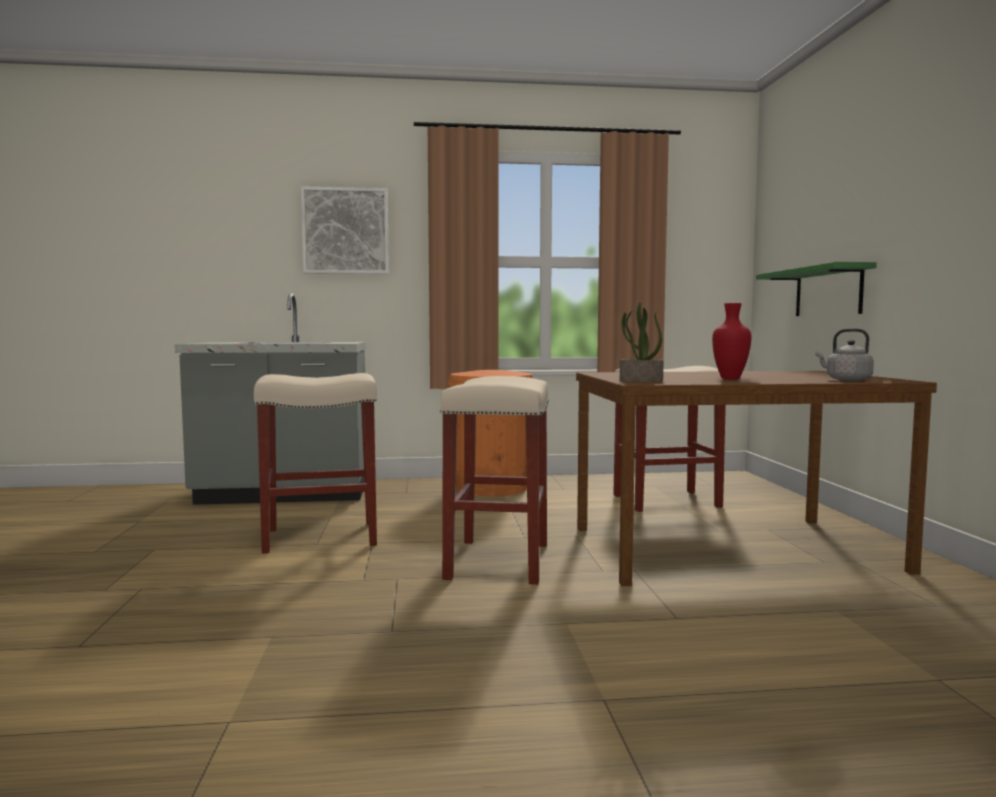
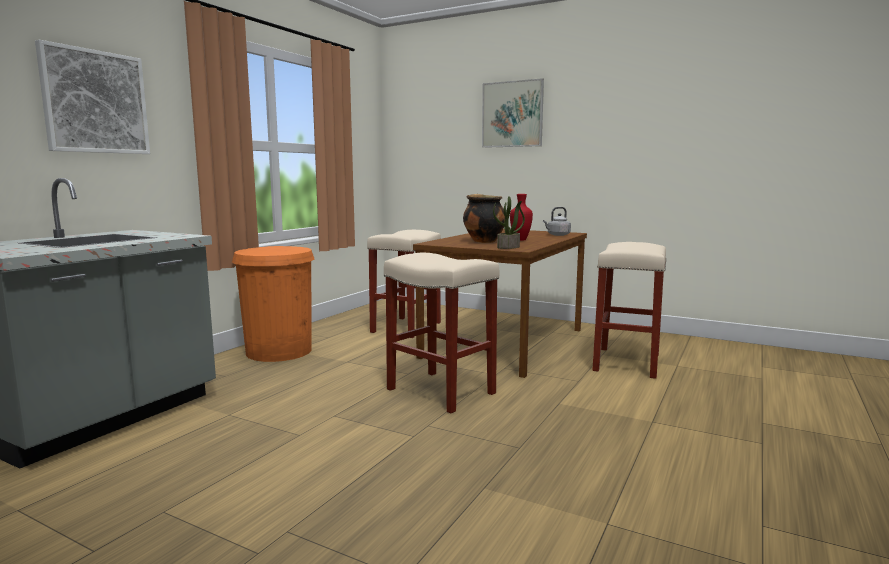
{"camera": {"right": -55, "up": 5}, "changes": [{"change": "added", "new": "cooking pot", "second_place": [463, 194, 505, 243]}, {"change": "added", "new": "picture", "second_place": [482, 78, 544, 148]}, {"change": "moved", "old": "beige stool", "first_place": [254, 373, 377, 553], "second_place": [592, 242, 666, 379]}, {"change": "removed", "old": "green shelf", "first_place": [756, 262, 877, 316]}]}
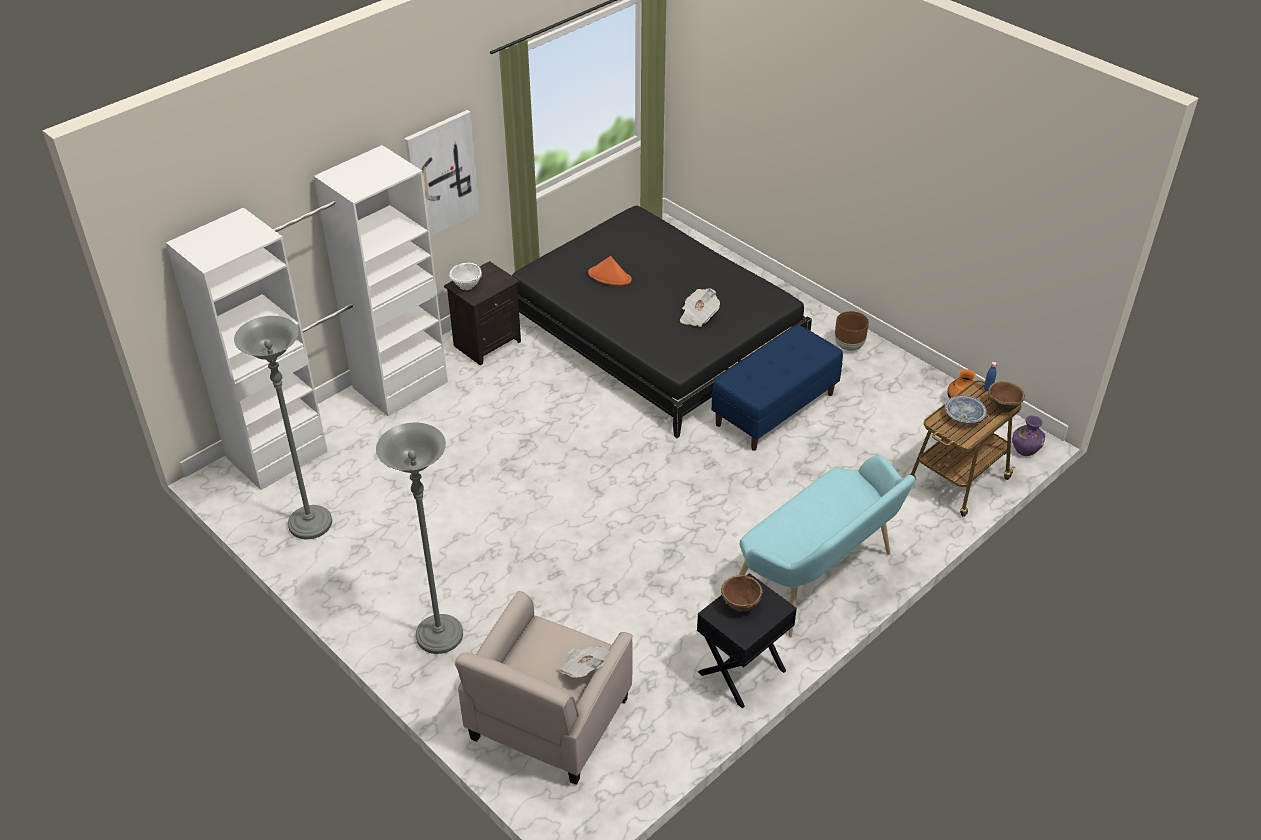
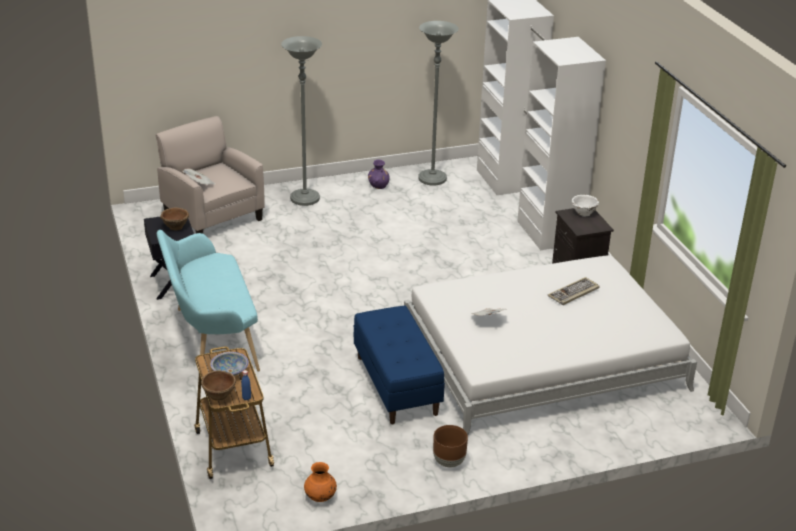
{"camera": {"right": 115, "up": -10}, "changes": [{"change": "moved", "old": "purple vase", "first_place": [1012, 416, 1045, 456], "second_place": [368, 160, 390, 189]}, {"change": "recoloured", "old": "black bed", "new": "white bed", "first_place": [512, 205, 812, 438], "second_place": [404, 255, 697, 435]}, {"change": "replaced", "old": "orange hat", "new": "keyboard", "first_place": [588, 256, 632, 286], "second_place": [548, 277, 600, 305]}, {"change": "removed", "old": "picture", "first_place": [405, 110, 480, 237]}]}
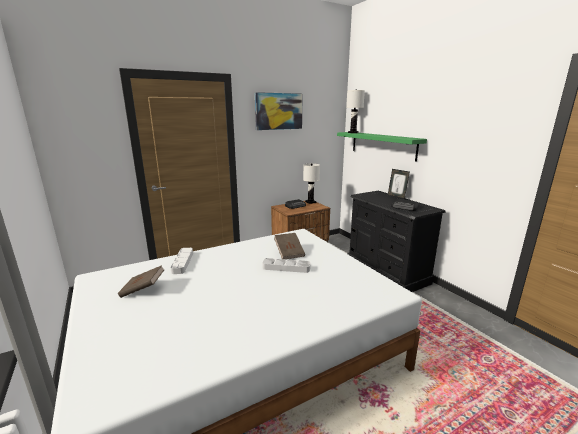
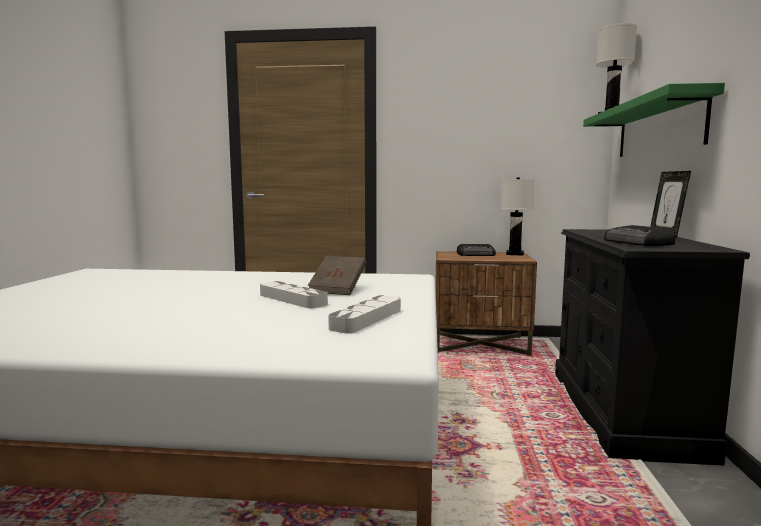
{"camera": {"right": 35, "up": -10}, "changes": [{"change": "moved", "old": "grey tray", "first_place": [170, 248, 193, 274], "second_place": [328, 295, 401, 333]}, {"change": "removed", "old": "brown book", "first_place": [118, 265, 164, 298]}, {"change": "removed", "old": "picture", "first_place": [255, 92, 303, 130]}]}
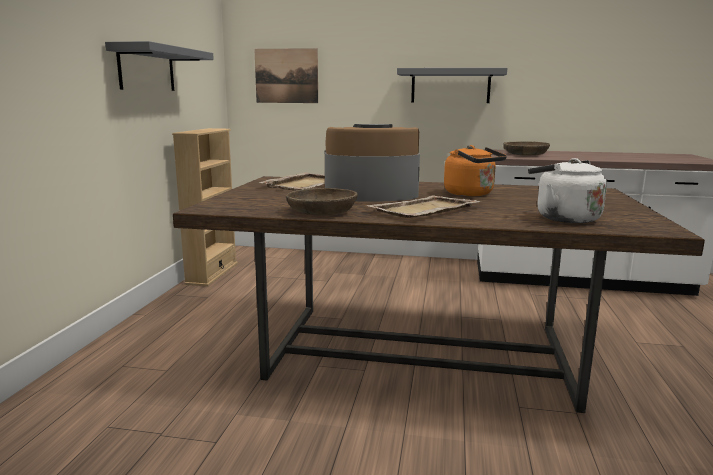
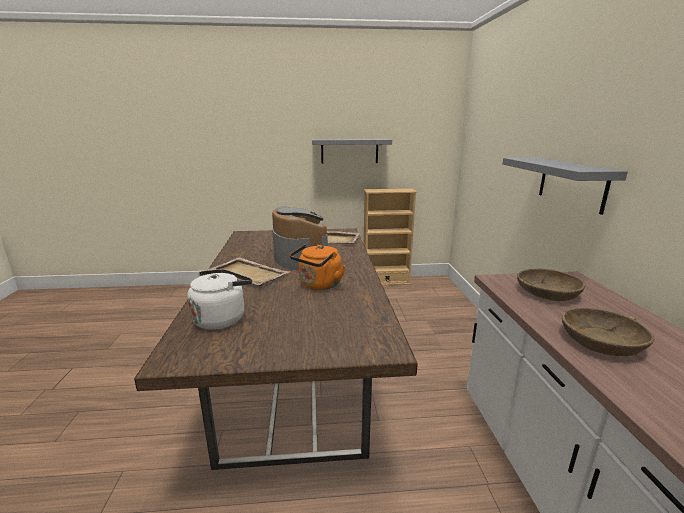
{"camera": {"right": 75, "up": 5}, "changes": [{"change": "moved", "old": "brown bowl", "first_place": [286, 188, 358, 215], "second_place": [562, 308, 655, 356]}, {"change": "removed", "old": "picture", "first_place": [254, 48, 318, 103]}]}
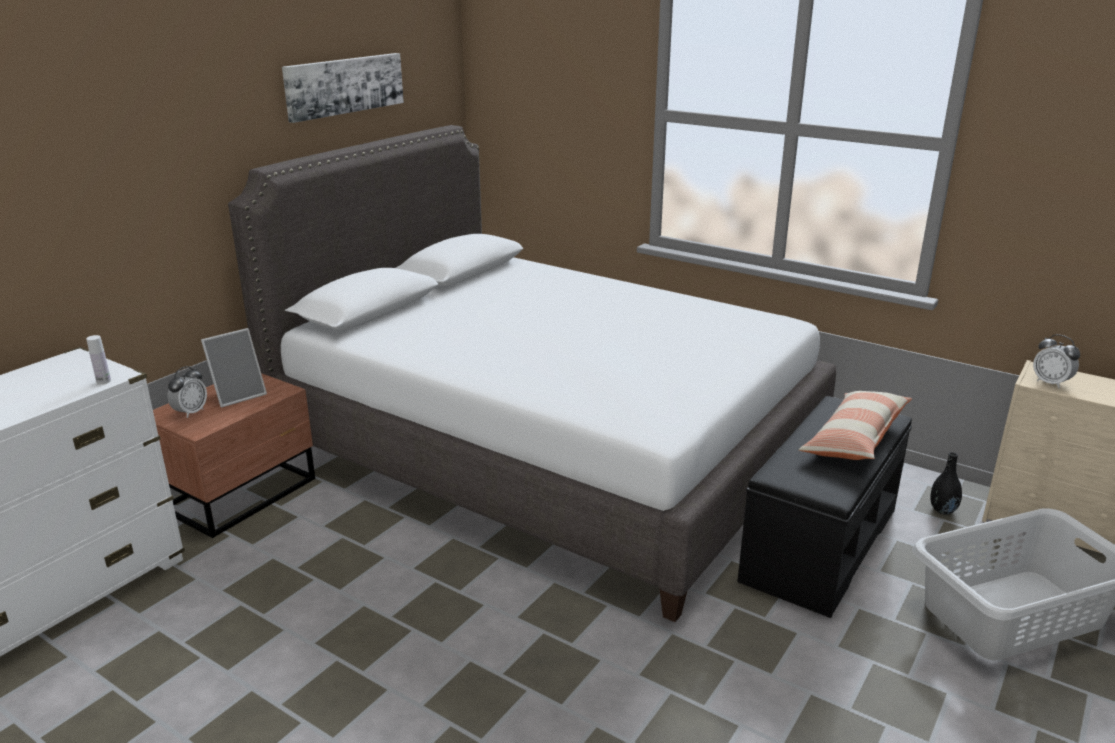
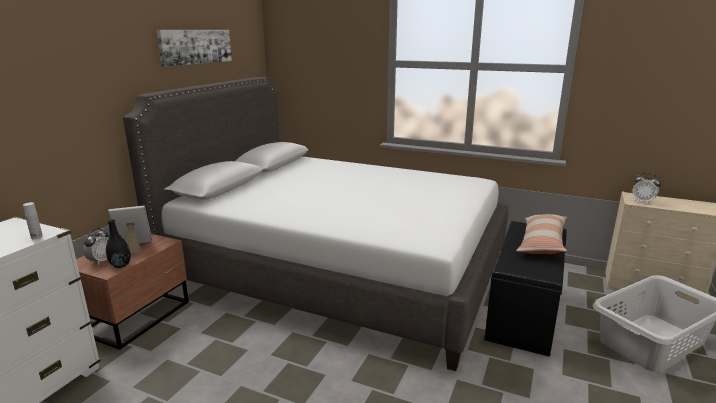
{"camera": {"right": -10, "up": -5}, "changes": [{"change": "moved", "old": "black vase", "first_place": [930, 452, 962, 515], "second_place": [106, 219, 131, 268]}, {"change": "turned", "old": "picture frame", "first_place": [201, 328, 267, 407], "second_place": [108, 206, 153, 254], "degrees": -150}]}
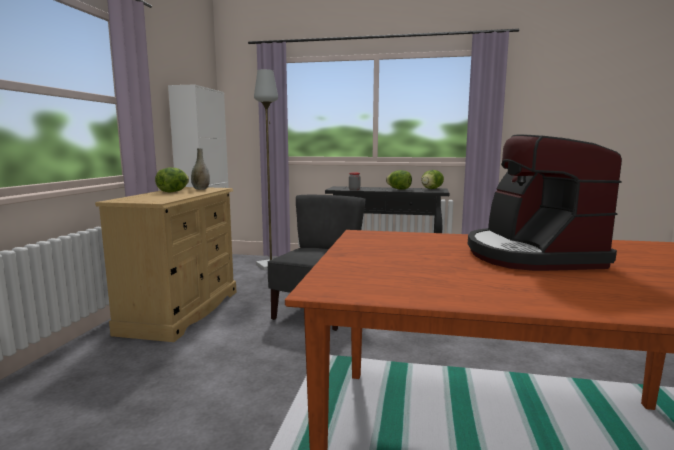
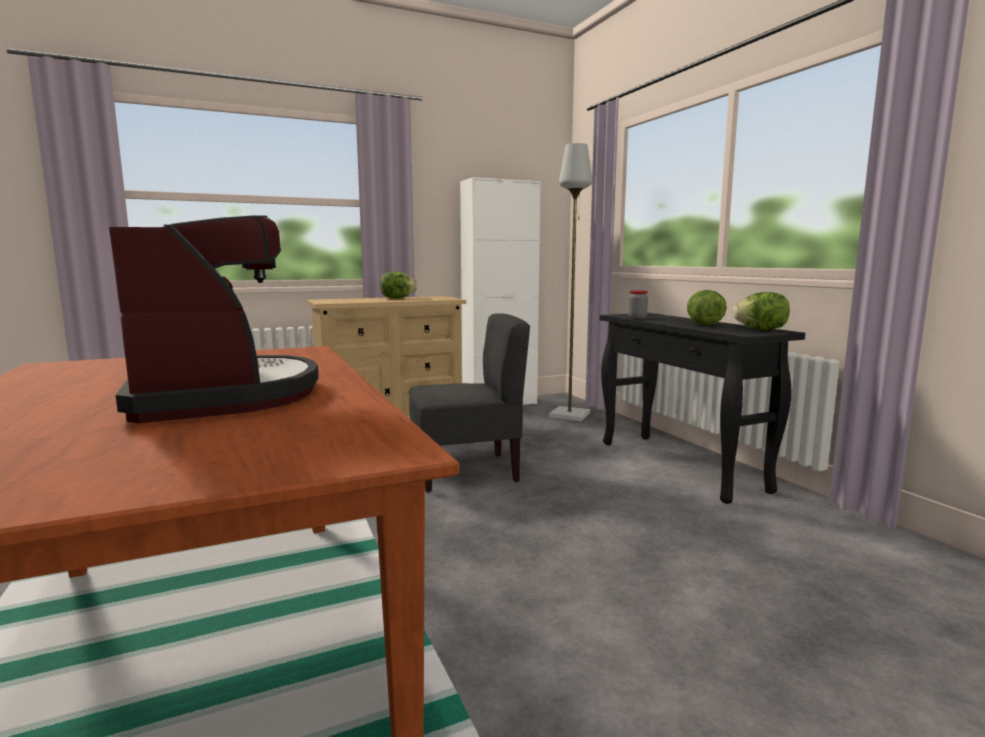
{"camera": {"right": 55, "up": 0}, "changes": [{"change": "turned", "old": "coffee machine", "first_place": [468, 134, 622, 271], "second_place": [109, 215, 319, 423], "degrees": 105}, {"change": "removed", "old": "grey vase", "first_place": [191, 148, 210, 190]}]}
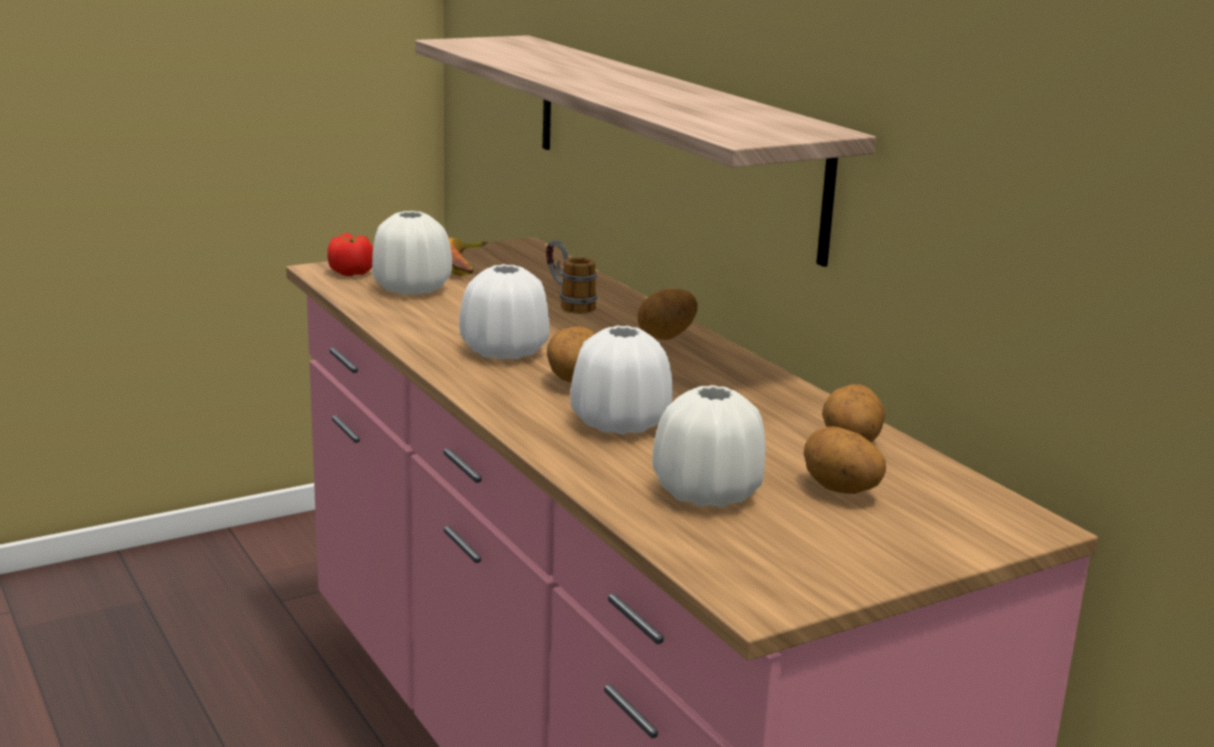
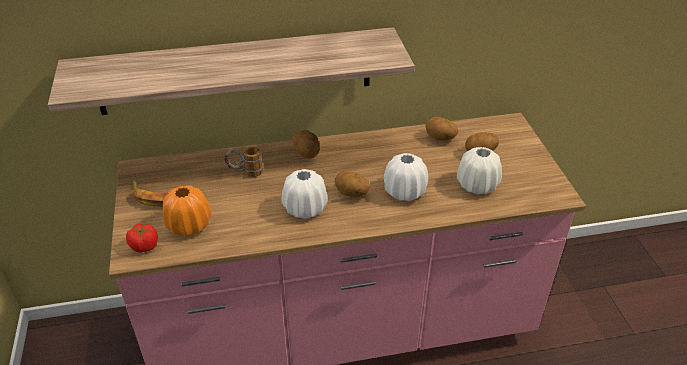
{"camera": {"right": -70, "up": 20}, "changes": [{"change": "recoloured", "old": "white vase", "new": "orange vase", "first_place": [372, 211, 452, 295], "second_place": [163, 185, 211, 236]}]}
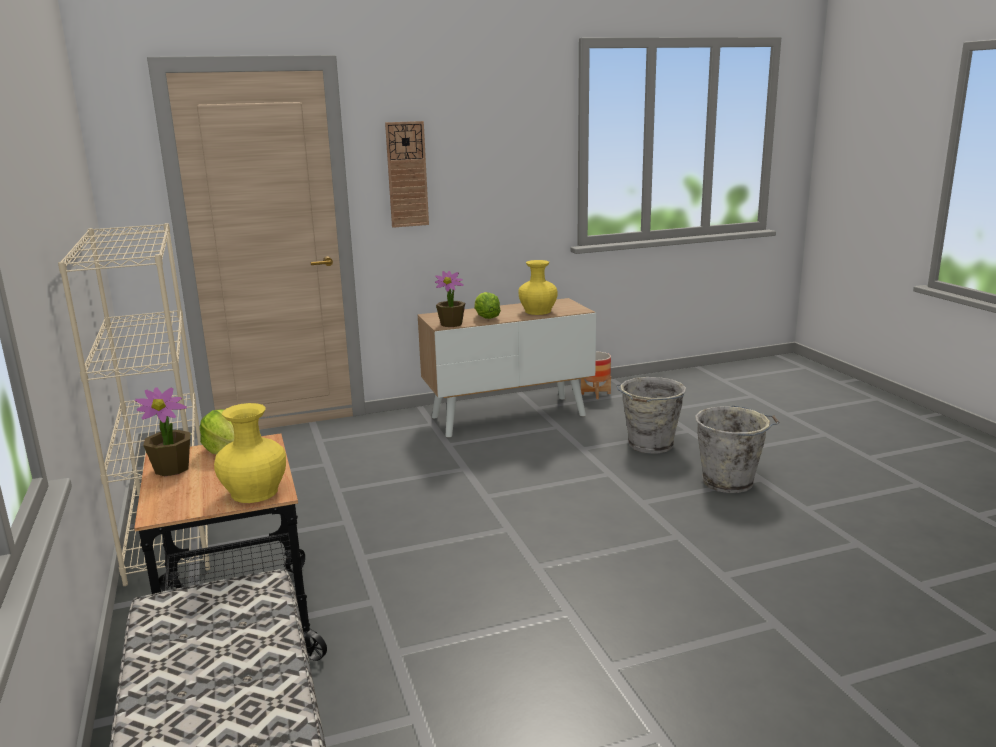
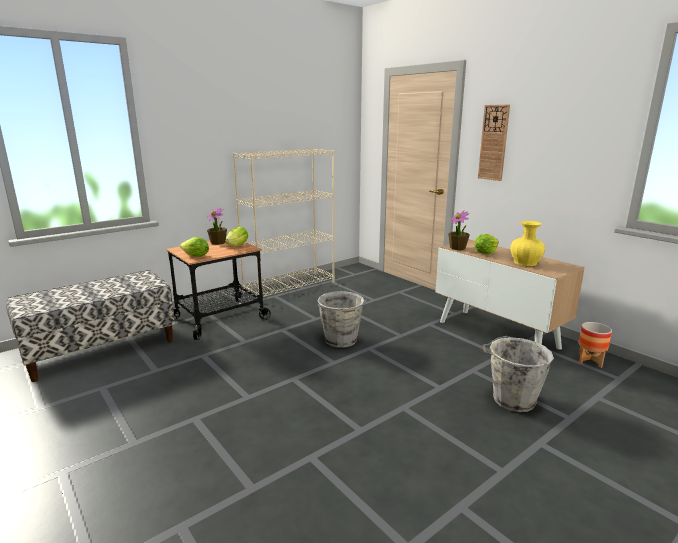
{"camera": {"right": 70, "up": 0}, "changes": [{"change": "replaced", "old": "yellow vase", "new": "lettuce", "first_place": [214, 403, 286, 503], "second_place": [180, 237, 209, 257]}, {"change": "moved", "old": "grey bucket", "first_place": [695, 406, 779, 493], "second_place": [318, 291, 367, 348]}]}
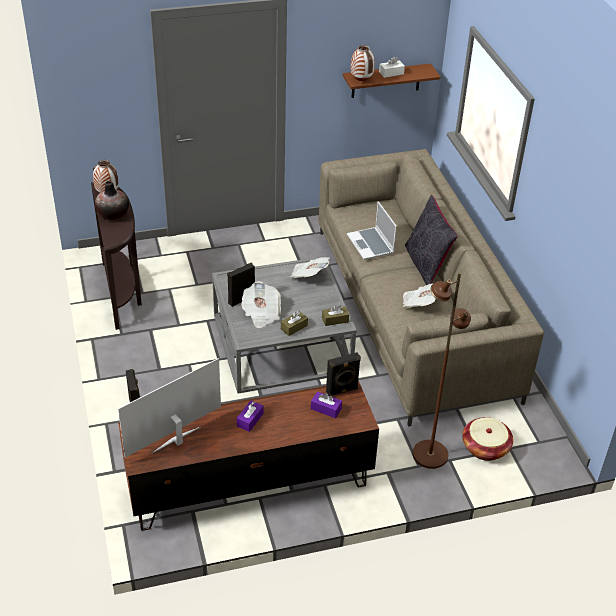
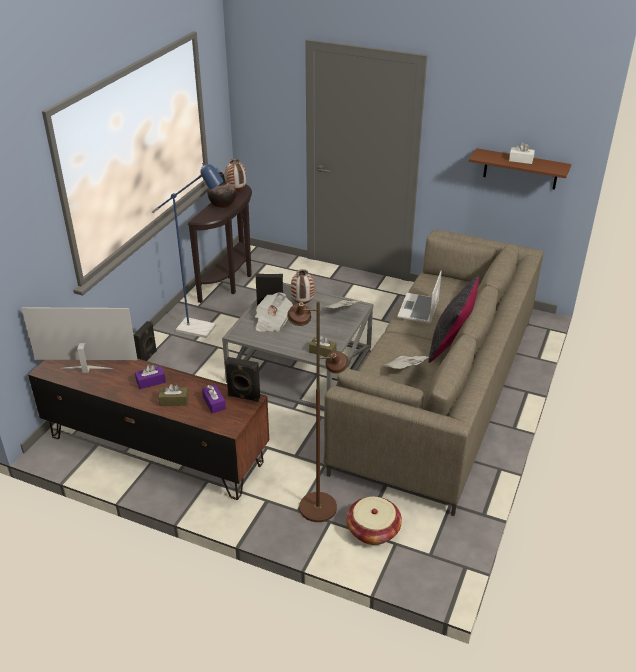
{"camera": {"right": 40, "up": -5}, "changes": [{"change": "added", "new": "blue floor lamp", "second_place": [152, 163, 224, 338]}, {"change": "moved", "old": "brown tissue box", "first_place": [281, 311, 308, 336], "second_place": [158, 384, 189, 406]}, {"change": "moved", "old": "vase", "first_place": [351, 45, 375, 81], "second_place": [291, 269, 315, 304]}]}
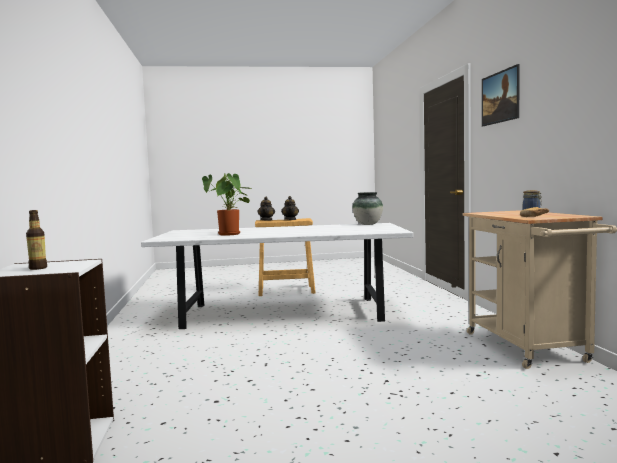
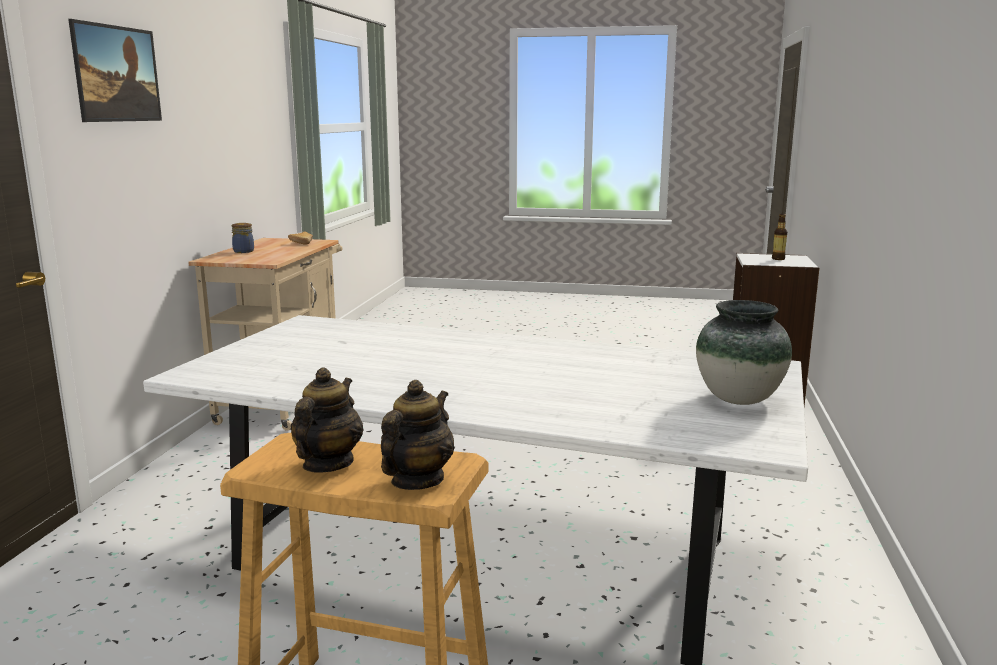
{"camera": {"right": -160, "up": 10}, "changes": [{"change": "moved", "old": "vase", "first_place": [352, 192, 383, 225], "second_place": [696, 300, 792, 405]}, {"change": "removed", "old": "potted plant", "first_place": [202, 173, 251, 236]}]}
